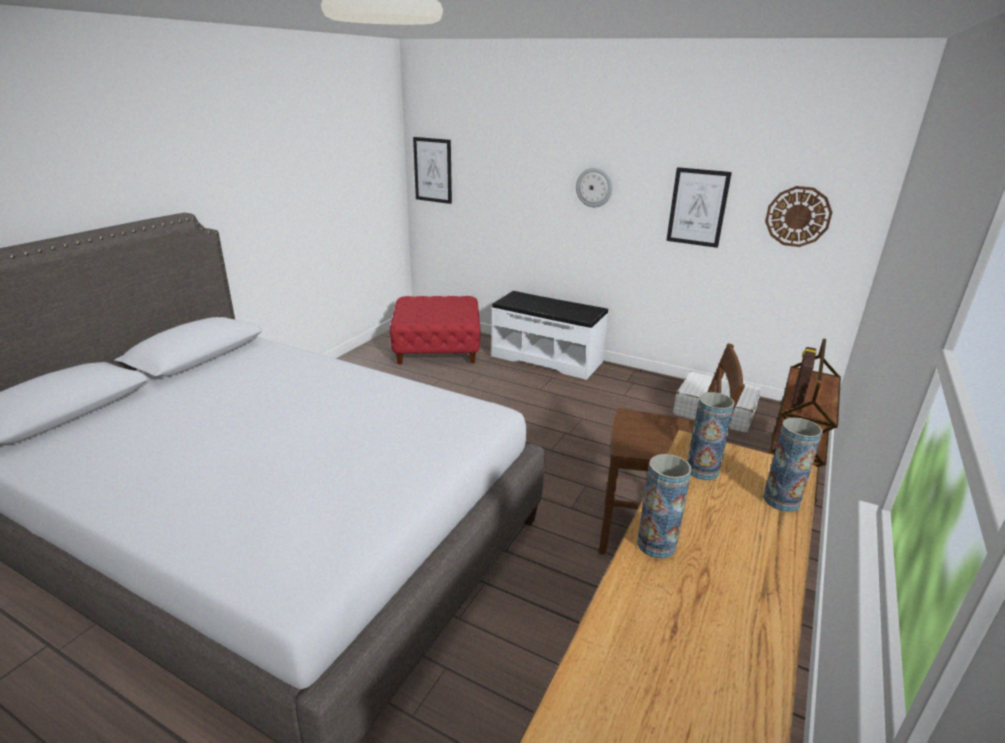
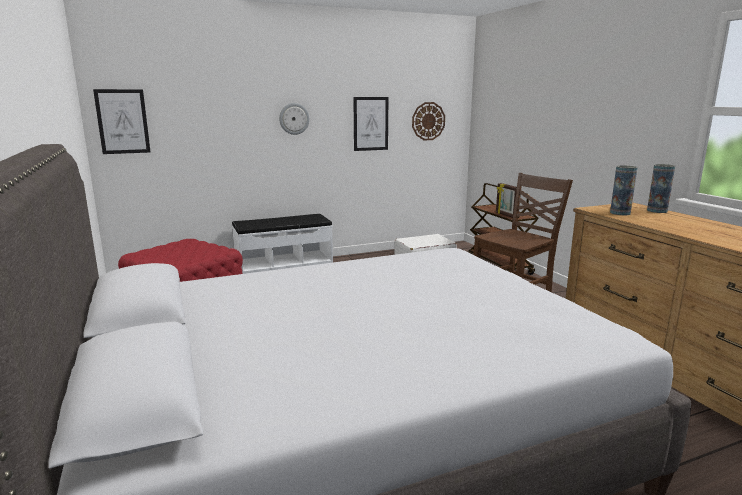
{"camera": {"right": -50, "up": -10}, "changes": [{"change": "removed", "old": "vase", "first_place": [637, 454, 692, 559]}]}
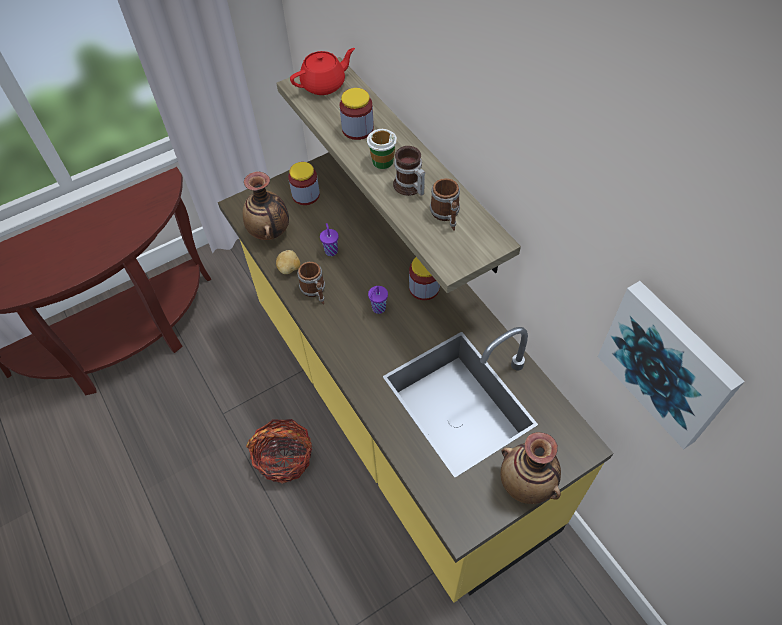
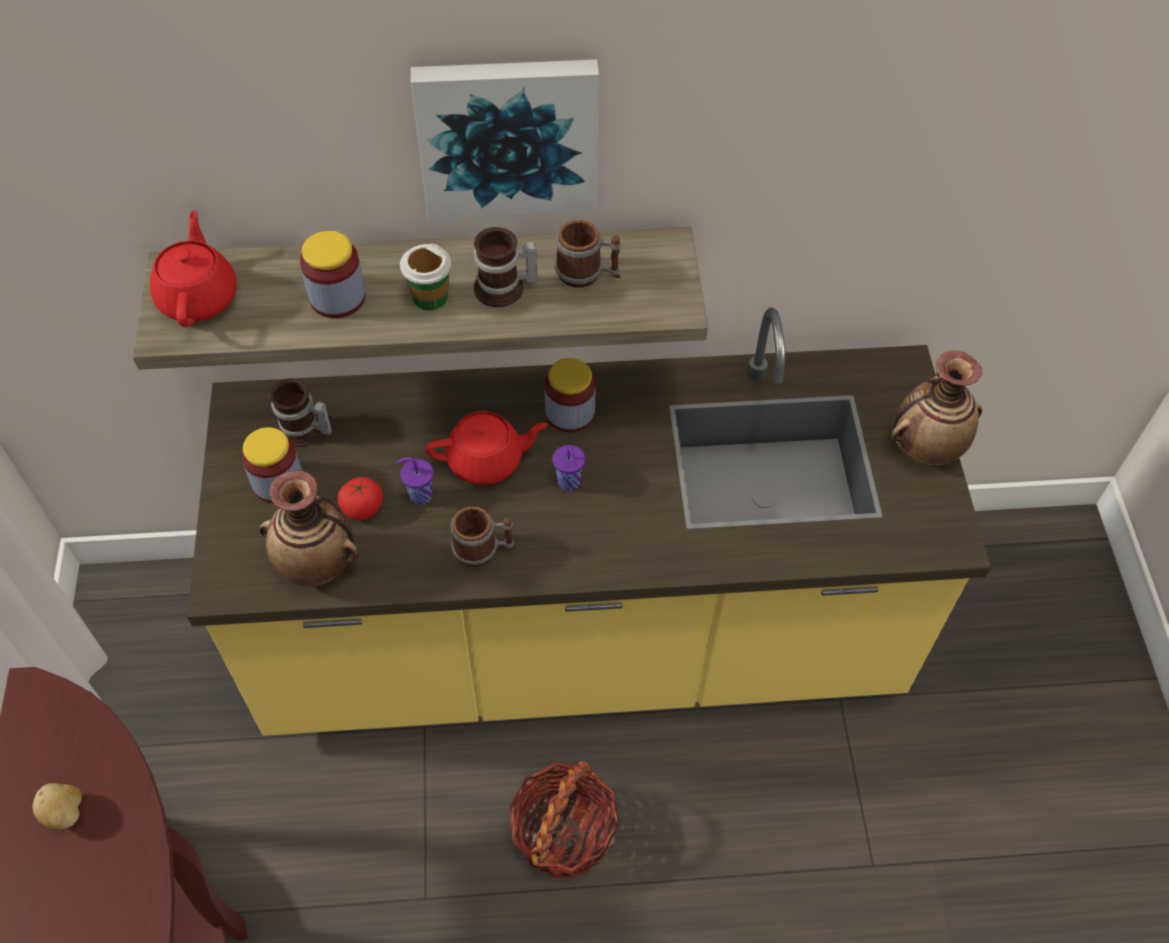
{"camera": {"right": -65, "up": 0}, "changes": [{"change": "moved", "old": "potato", "first_place": [276, 250, 300, 274], "second_place": [33, 783, 82, 830]}, {"change": "added", "new": "mug", "second_place": [270, 378, 332, 447]}, {"change": "added", "new": "tomato", "second_place": [337, 477, 383, 520]}, {"change": "moved", "old": "picture", "first_place": [598, 281, 745, 449], "second_place": [411, 59, 599, 218]}, {"change": "added", "new": "red teapot", "second_place": [425, 411, 548, 485]}]}
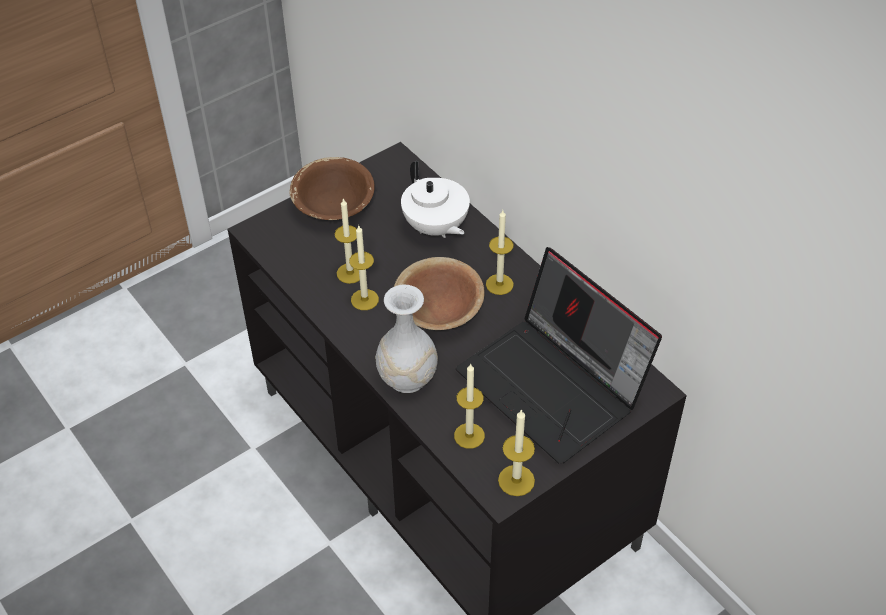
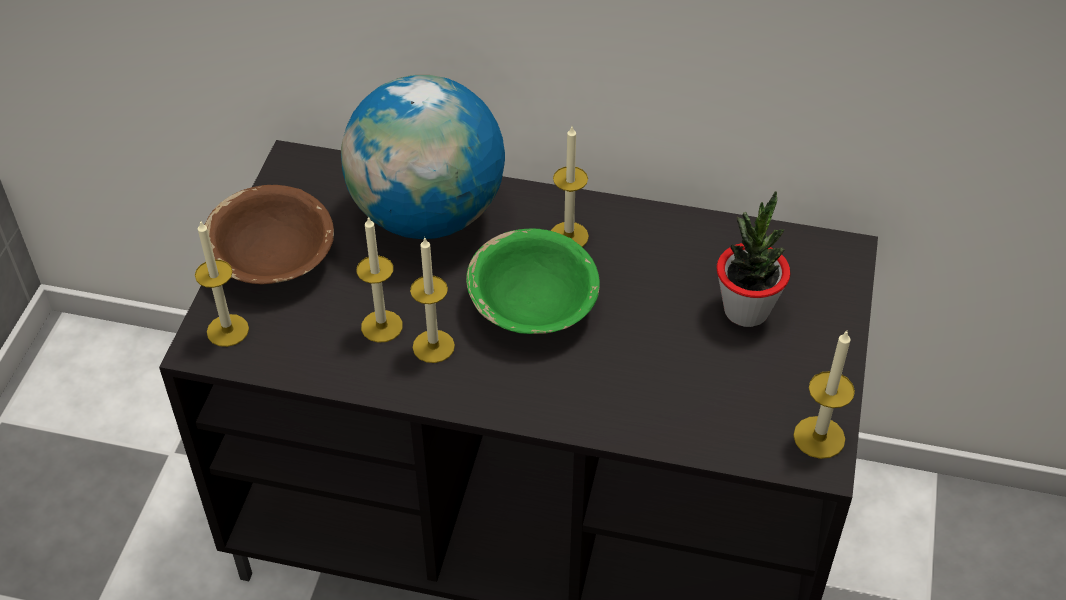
{"camera": {"right": -40, "up": 0}, "changes": [{"change": "moved", "old": "candle", "first_place": [454, 363, 485, 449], "second_place": [195, 220, 249, 347]}, {"change": "replaced", "old": "white teapot", "new": "globe", "first_place": [401, 161, 470, 238], "second_place": [341, 75, 505, 239]}, {"change": "recoloured", "old": "brown bowl", "new": "green bowl", "first_place": [394, 257, 485, 330], "second_place": [466, 228, 600, 334]}, {"change": "replaced", "old": "laptop", "new": "potted plant", "first_place": [456, 247, 662, 464], "second_place": [717, 191, 791, 327]}, {"change": "removed", "old": "white vase", "first_place": [375, 285, 438, 393]}]}
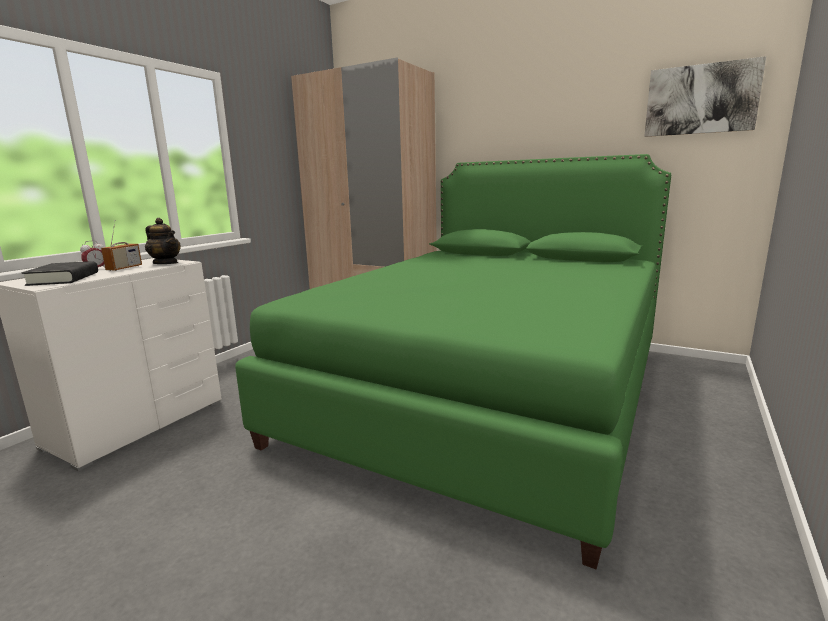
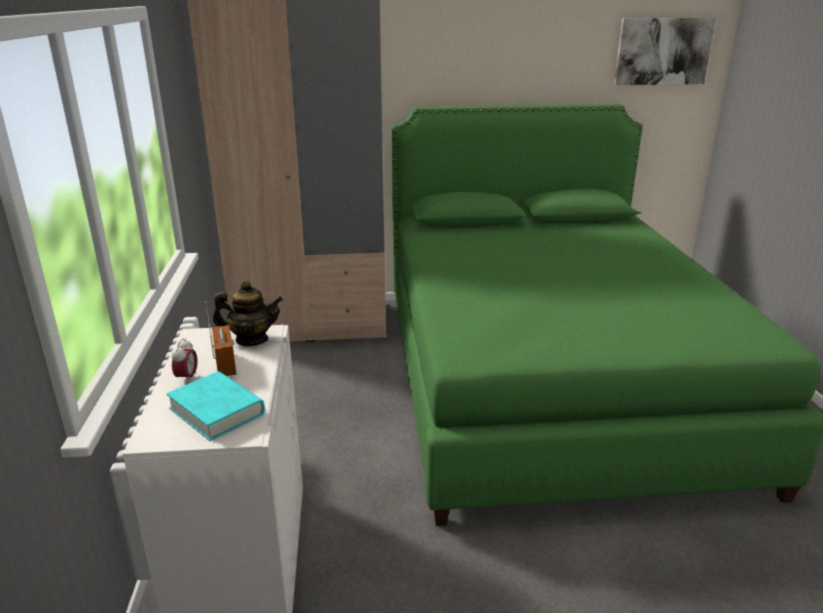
{"camera": {"right": -35, "up": 10}, "changes": [{"change": "recoloured", "old": "black book", "new": "turquoise book", "first_place": [22, 261, 98, 286], "second_place": [167, 372, 265, 441]}]}
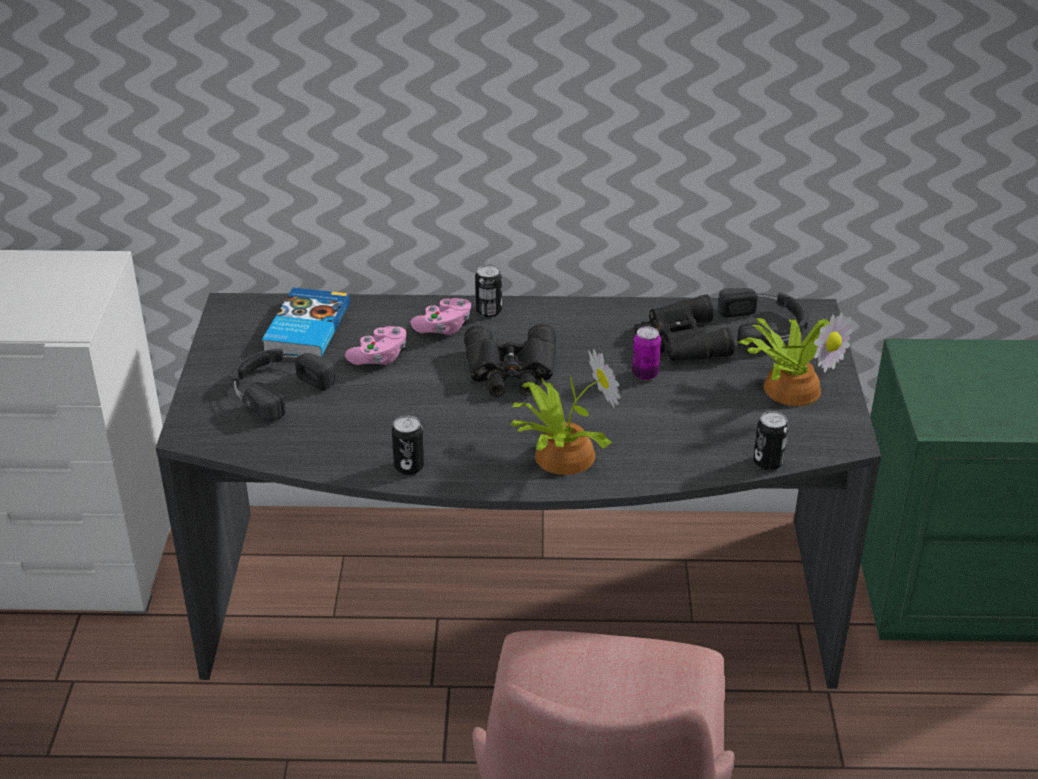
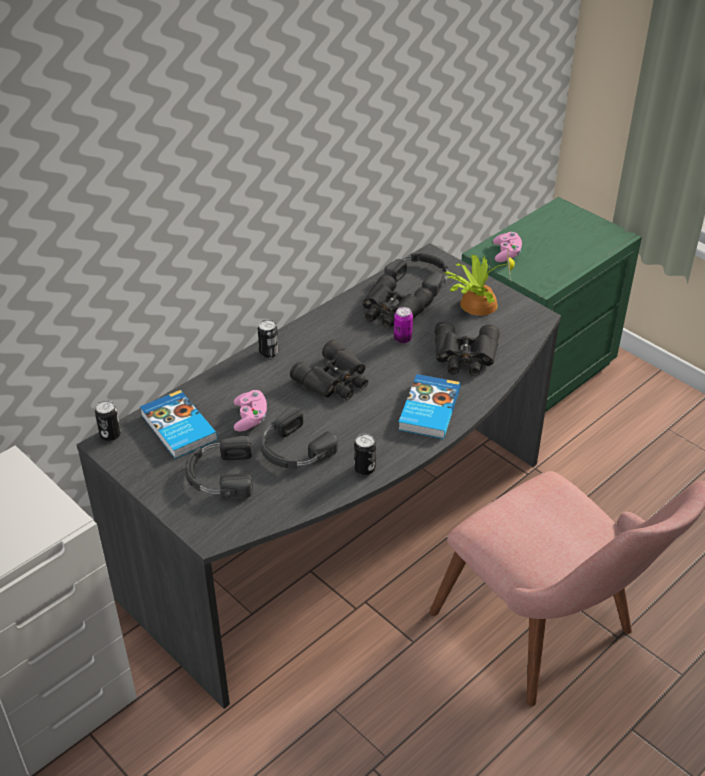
{"camera": {"right": -45, "up": 5}, "changes": [{"change": "moved", "old": "can", "first_place": [753, 411, 789, 470], "second_place": [95, 400, 121, 441]}, {"change": "added", "new": "black headphones", "second_place": [260, 407, 338, 469]}, {"change": "replaced", "old": "potted plant", "new": "book", "first_place": [511, 349, 621, 475], "second_place": [398, 374, 461, 439]}, {"change": "added", "new": "black binoculars", "second_place": [435, 321, 499, 376]}, {"change": "moved", "old": "pink game controller", "first_place": [411, 298, 471, 335], "second_place": [493, 232, 522, 262]}]}
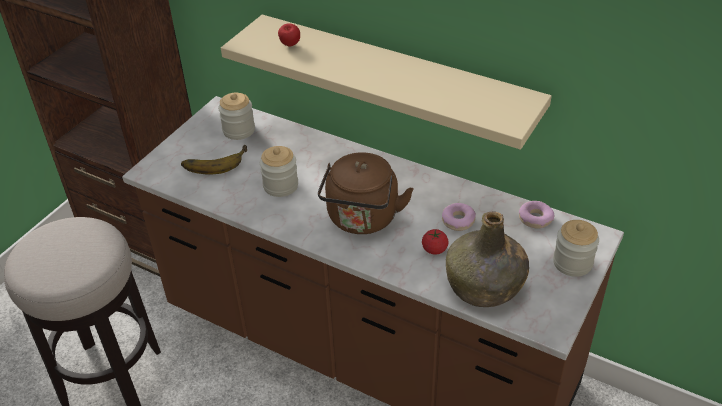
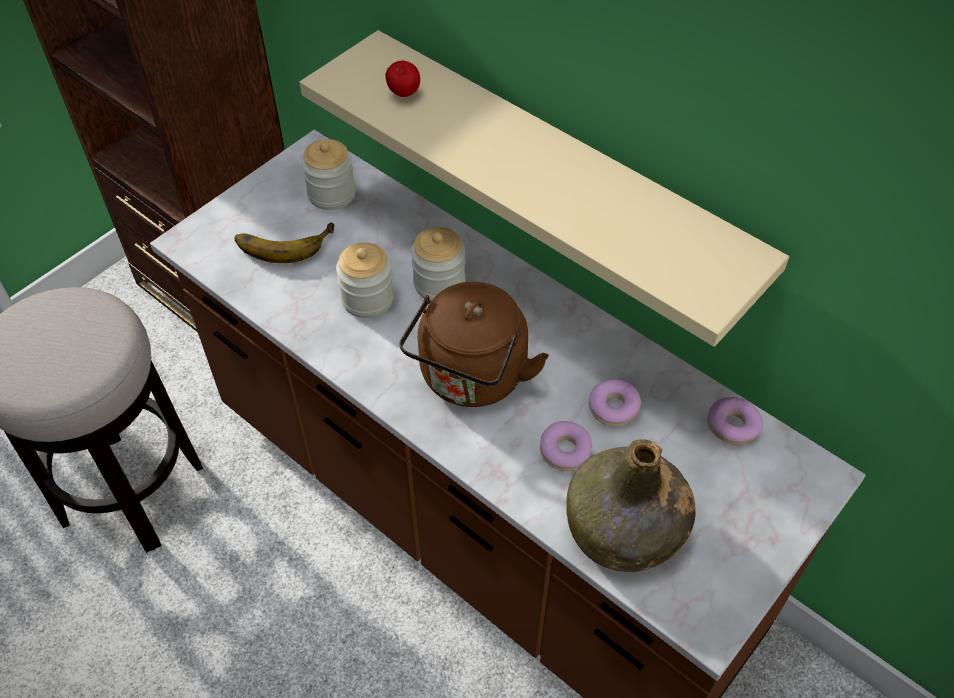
{"camera": {"right": 10, "up": 10}, "changes": [{"change": "moved", "old": "jar", "first_place": [553, 220, 599, 277], "second_place": [411, 227, 466, 301]}, {"change": "replaced", "old": "tomato", "new": "donut", "first_place": [422, 229, 448, 255], "second_place": [540, 421, 592, 471]}]}
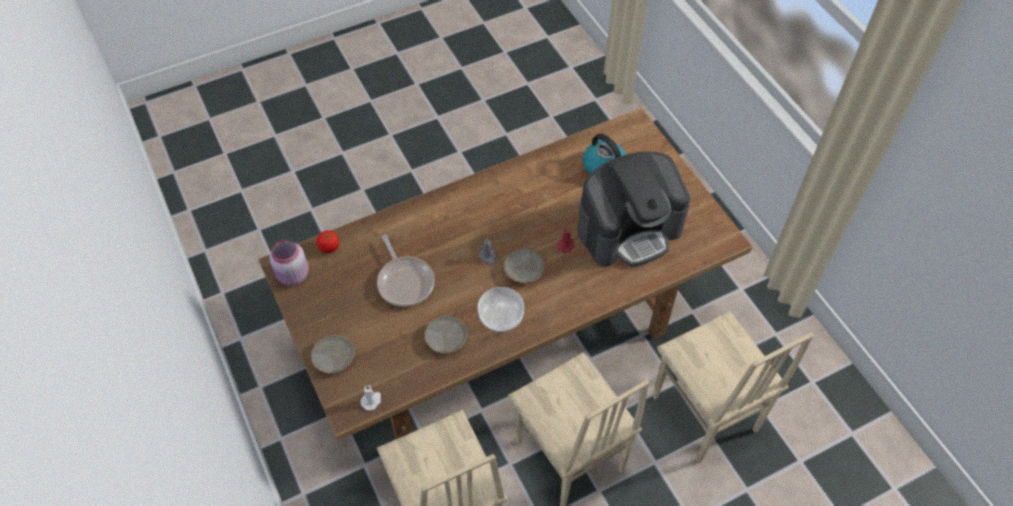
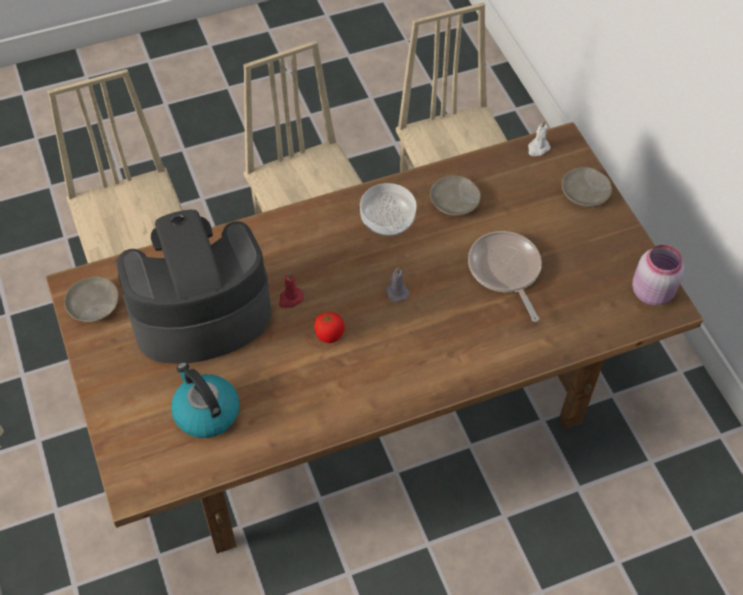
{"camera": {"right": -175, "up": 0}, "changes": [{"change": "moved", "old": "beige plate", "first_place": [504, 249, 545, 283], "second_place": [64, 276, 119, 322]}, {"change": "moved", "old": "tomato", "first_place": [317, 230, 339, 253], "second_place": [314, 312, 345, 343]}]}
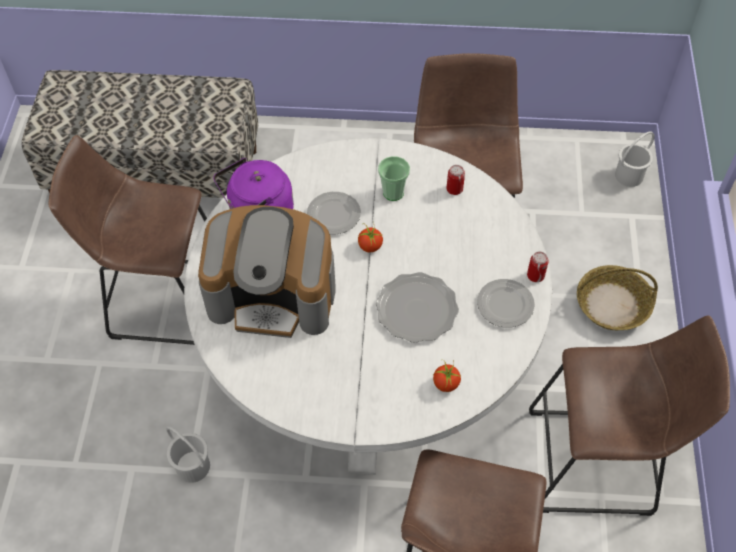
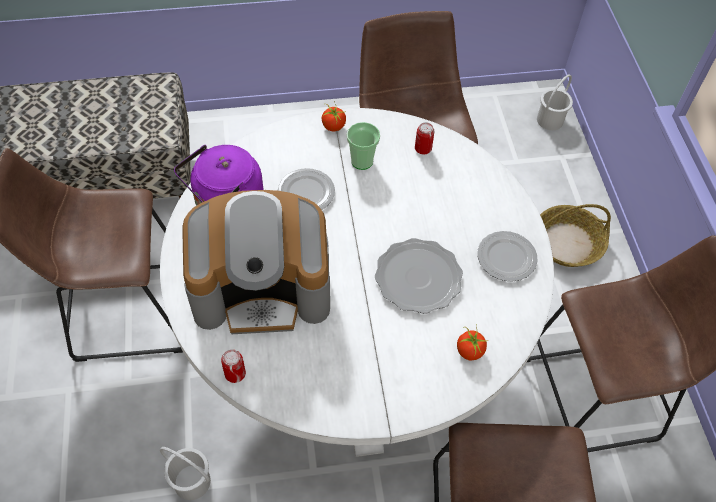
{"camera": {"right": -15, "up": 0}, "changes": [{"change": "moved", "old": "can", "first_place": [527, 252, 549, 282], "second_place": [221, 349, 246, 383]}, {"change": "moved", "old": "tomato", "first_place": [358, 221, 383, 252], "second_place": [322, 100, 346, 132]}]}
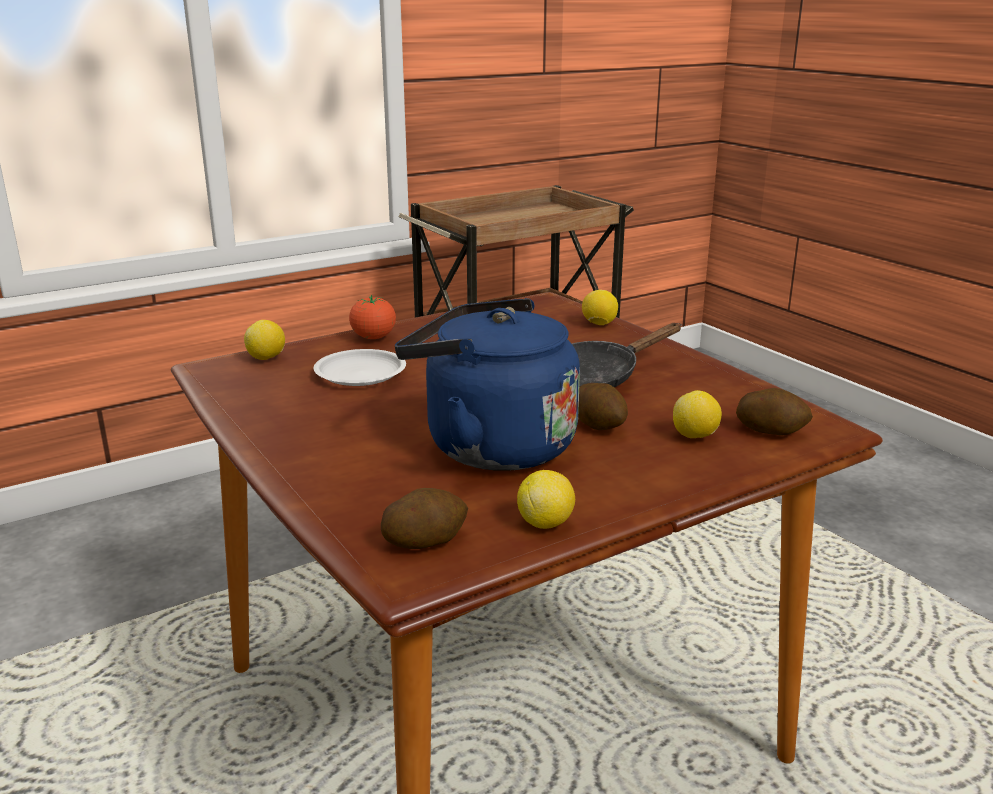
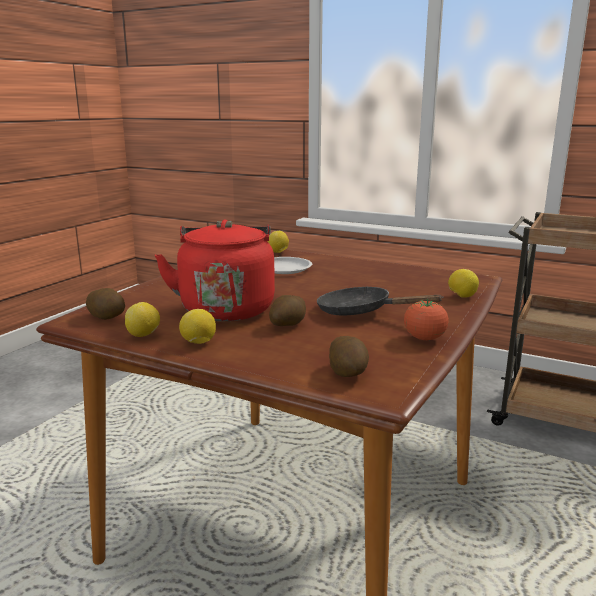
{"camera": {"right": 60, "up": -5}, "changes": [{"change": "recoloured", "old": "blue kettle", "new": "red kettle", "first_place": [395, 298, 580, 471], "second_place": [155, 219, 275, 321]}, {"change": "moved", "old": "lemon", "first_place": [673, 390, 722, 438], "second_place": [179, 309, 216, 344]}, {"change": "moved", "old": "tomato", "first_place": [349, 295, 396, 339], "second_place": [404, 299, 449, 340]}]}
